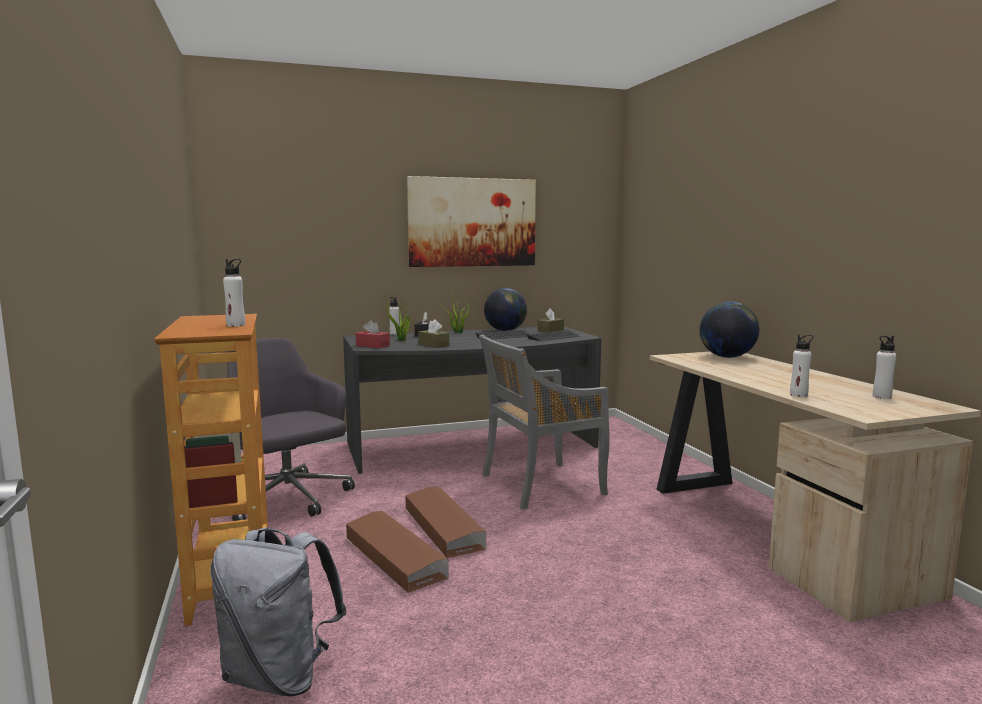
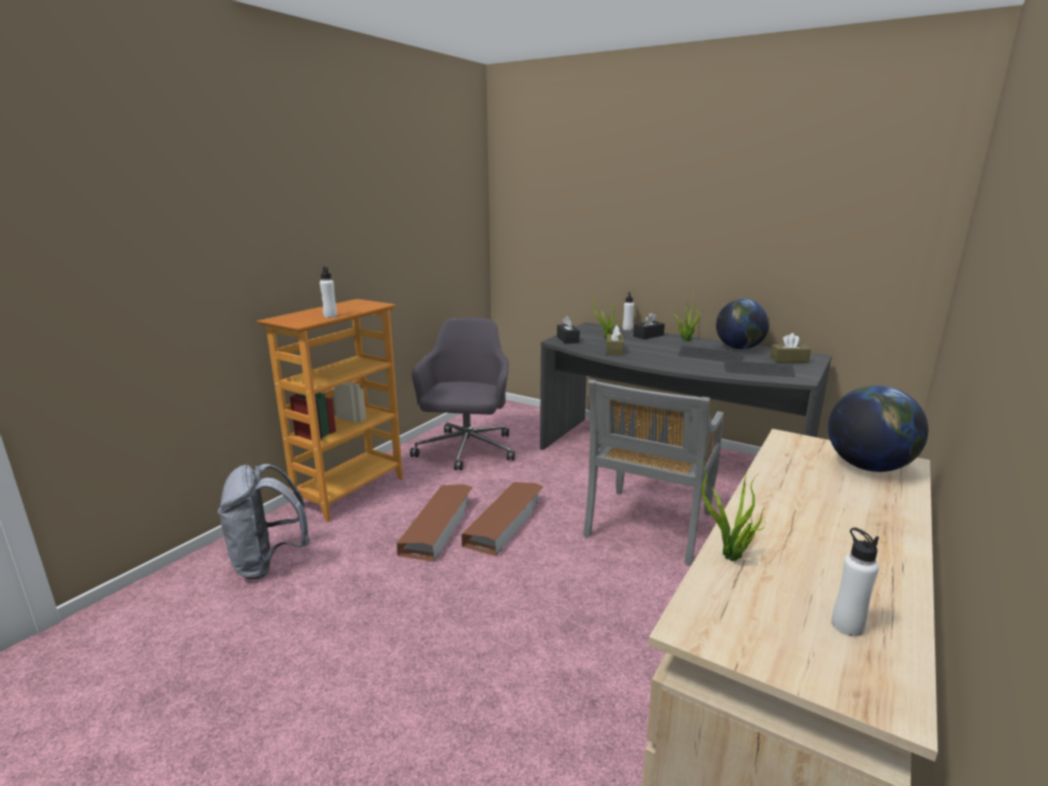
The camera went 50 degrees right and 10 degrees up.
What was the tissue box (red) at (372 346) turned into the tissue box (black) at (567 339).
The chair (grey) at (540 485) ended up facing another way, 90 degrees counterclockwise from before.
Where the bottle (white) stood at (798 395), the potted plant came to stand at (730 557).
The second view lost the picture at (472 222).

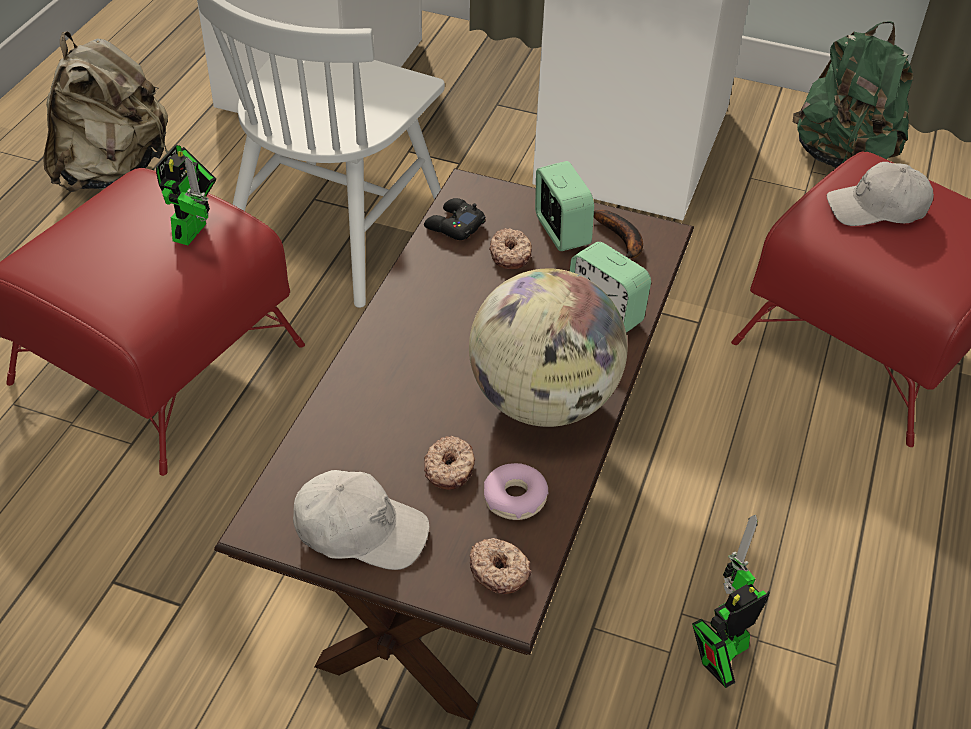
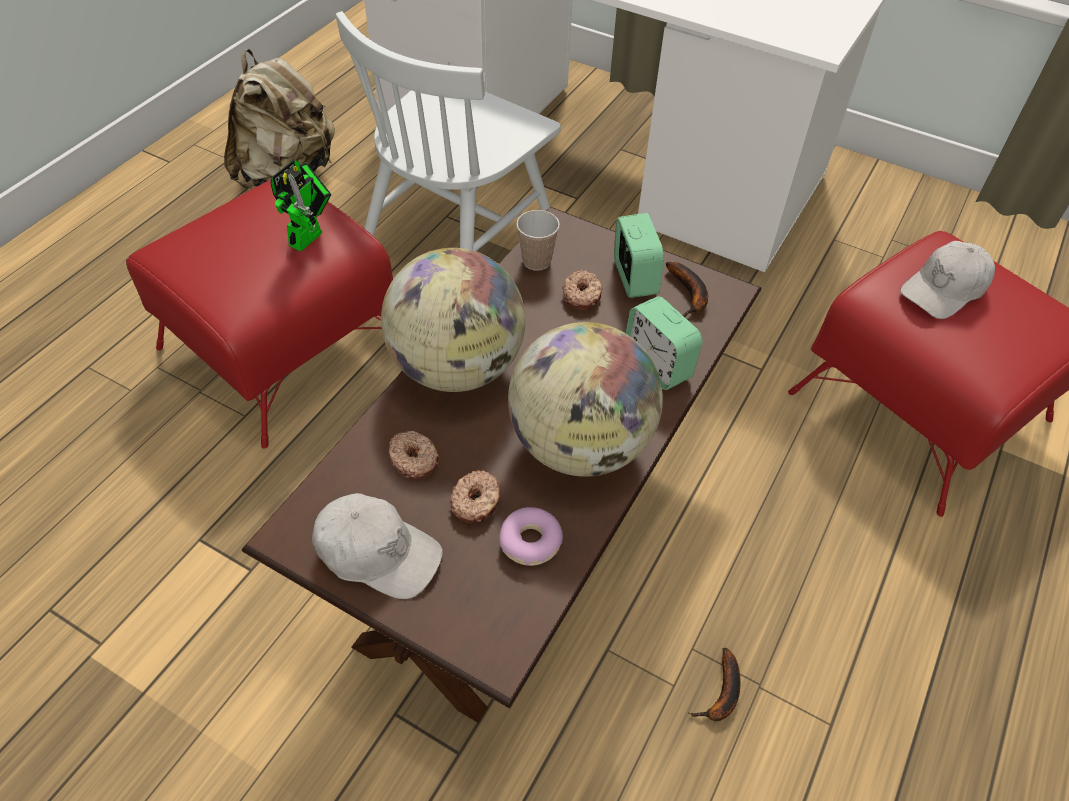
The camera went 10 degrees right and 5 degrees up.
The second view gained the globe at (457 368).
The donut ended up elsewhere, having gone from (499 571) to (414 459).
Where the game controller (black) stood at (454 225), the cup came to stand at (536 261).
Where the toy robot stood at (721 653), the banana came to stand at (721 695).
The cap (white) at (877 208) ended up facing another way, 45 degrees counterclockwise from before.
The second view lost the backpack (green) at (842 158).

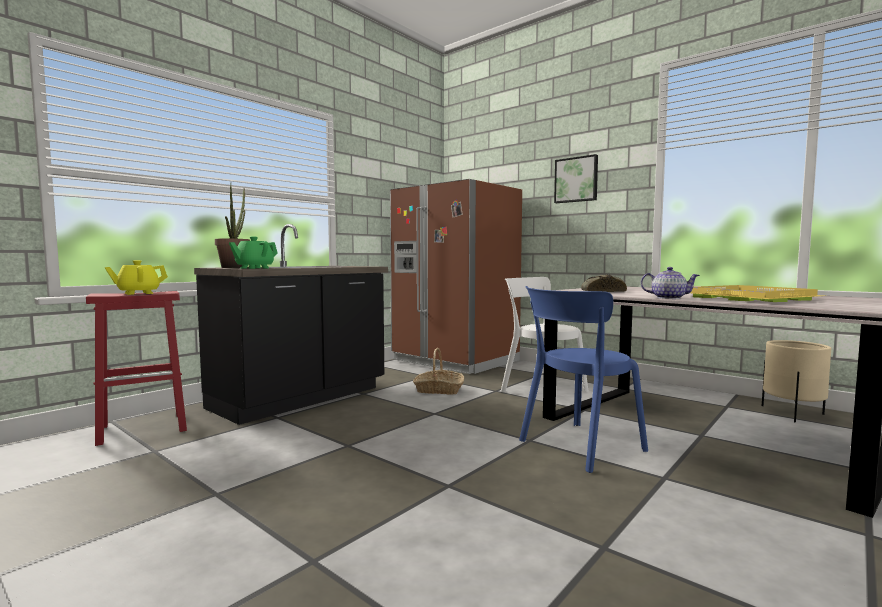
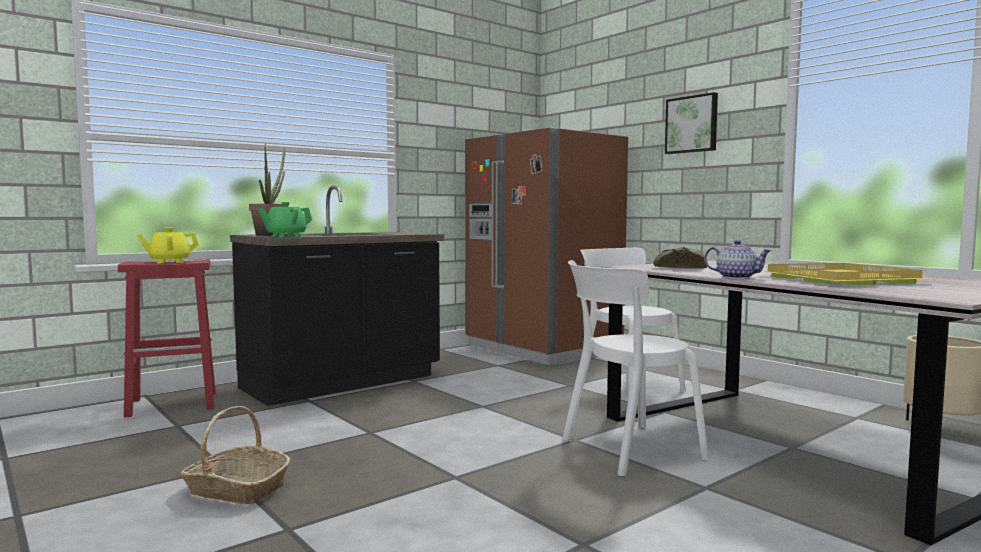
The camera went 10 degrees right and 0 degrees up.
The basket ended up elsewhere, having gone from (438 390) to (236 489).
What was the chair (blue) at (577 447) turned into the chair (white) at (626 450).

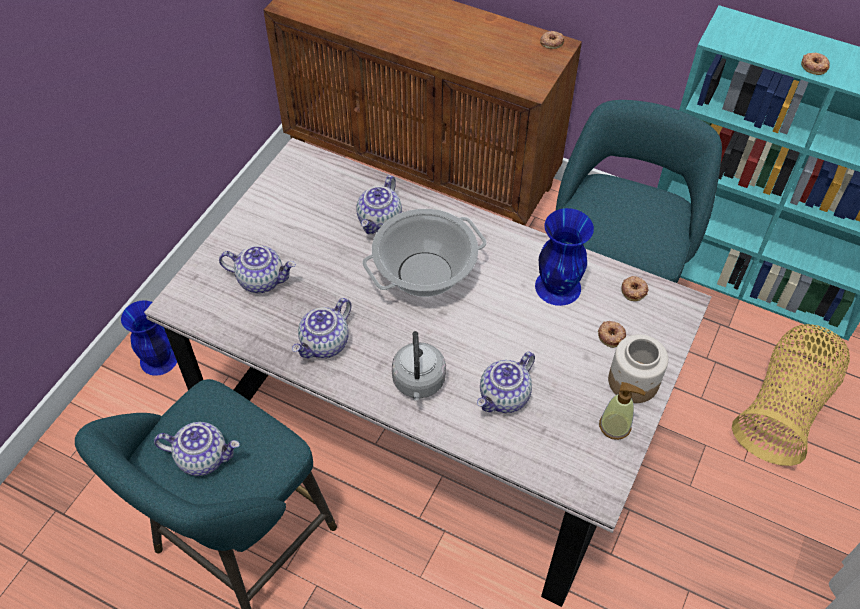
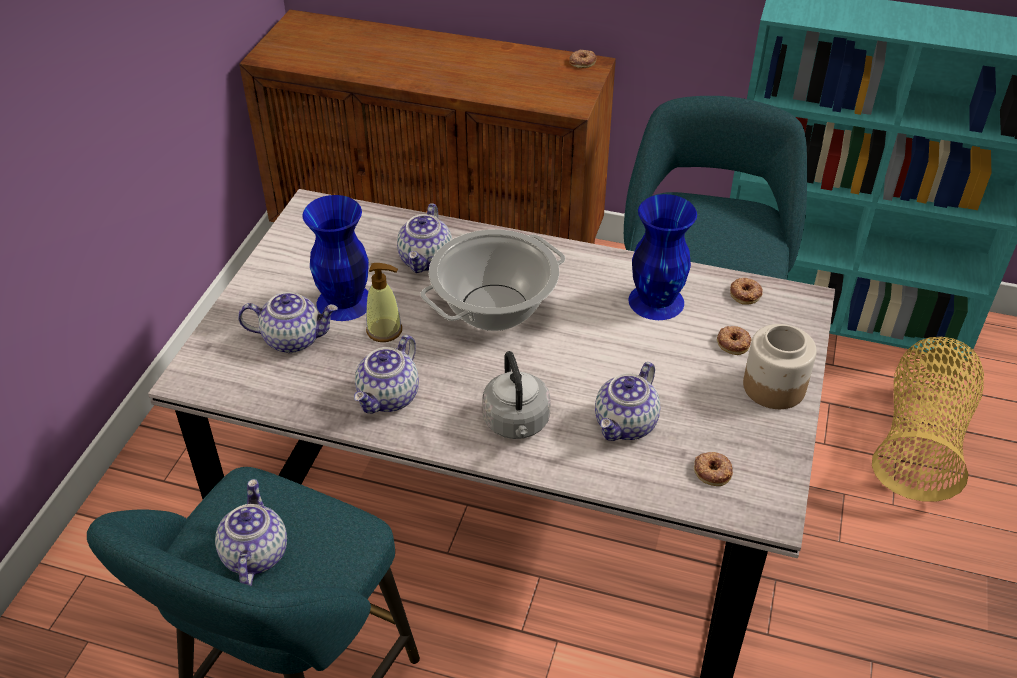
The camera went 10 degrees left and 10 degrees down.
The teapot at (203 457) ended up facing another way, 90 degrees counterclockwise from before.
The vase (blue) ended up elsewhere, having gone from (158 360) to (343 302).
The soap dispenser ended up elsewhere, having gone from (615 426) to (384 330).
The donut ended up elsewhere, having gone from (814 66) to (712 471).

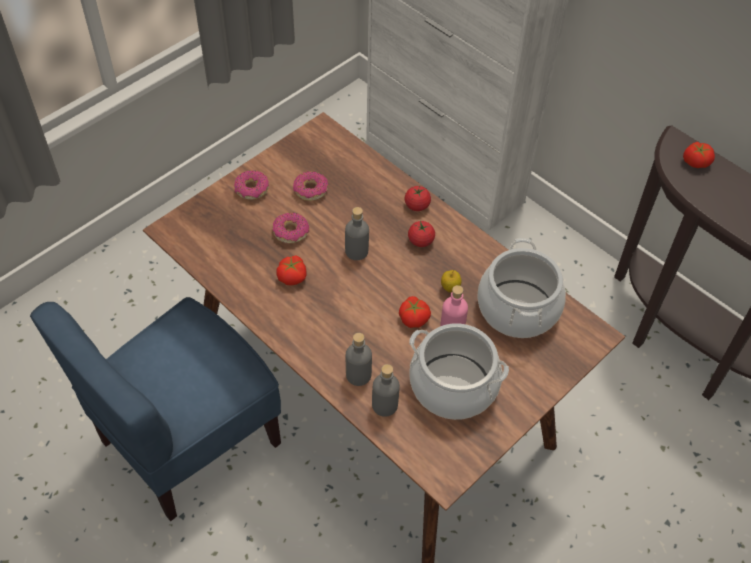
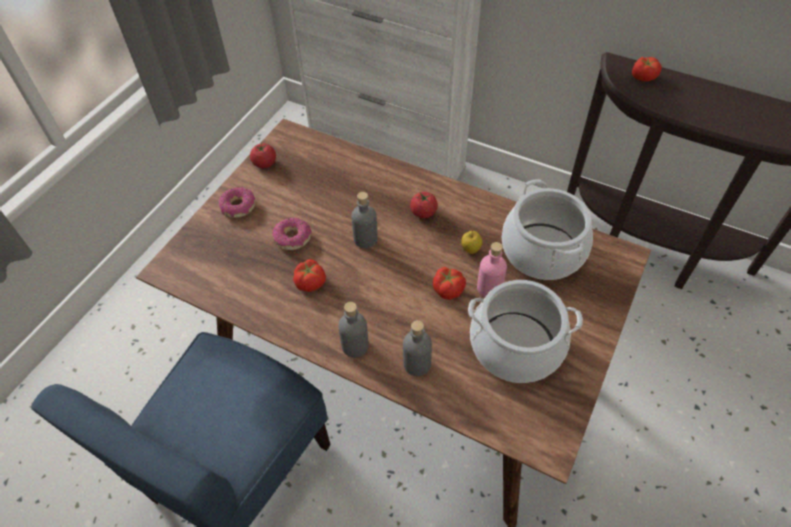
The camera went 15 degrees left and 0 degrees up.
The tomato ended up elsewhere, having gone from (417 205) to (264 163).
The bottle (grey) ended up elsewhere, having gone from (384 405) to (355 345).
The second view lost the donut at (310 190).

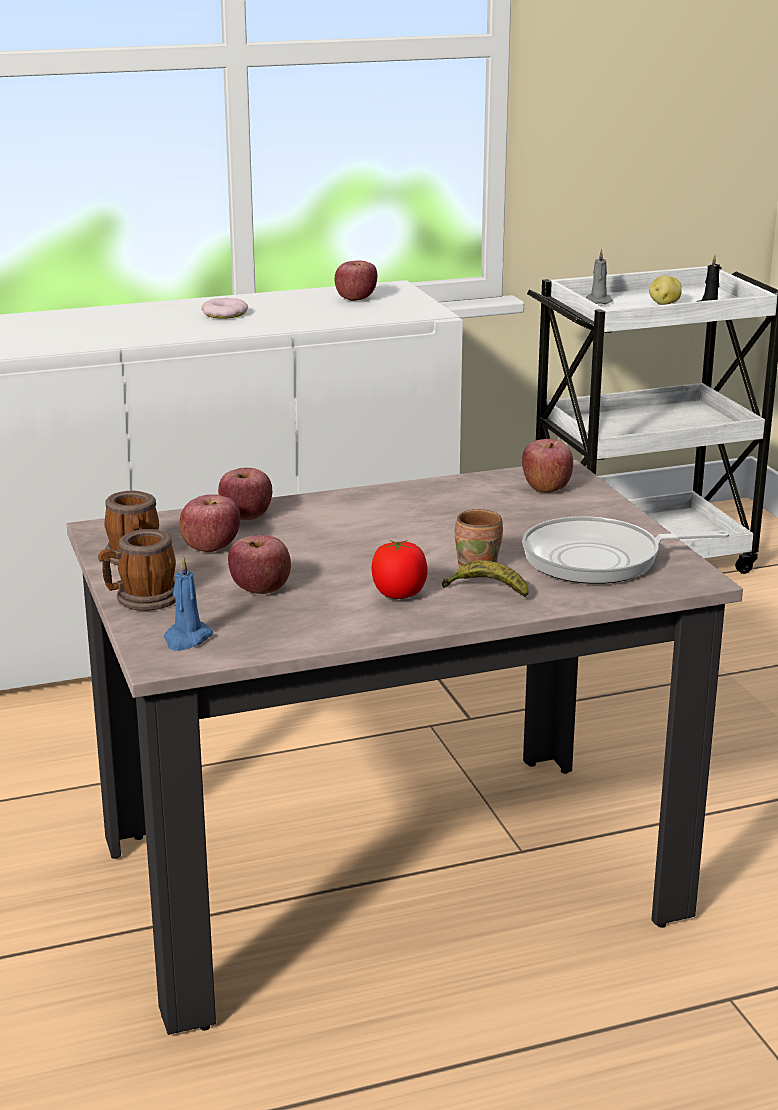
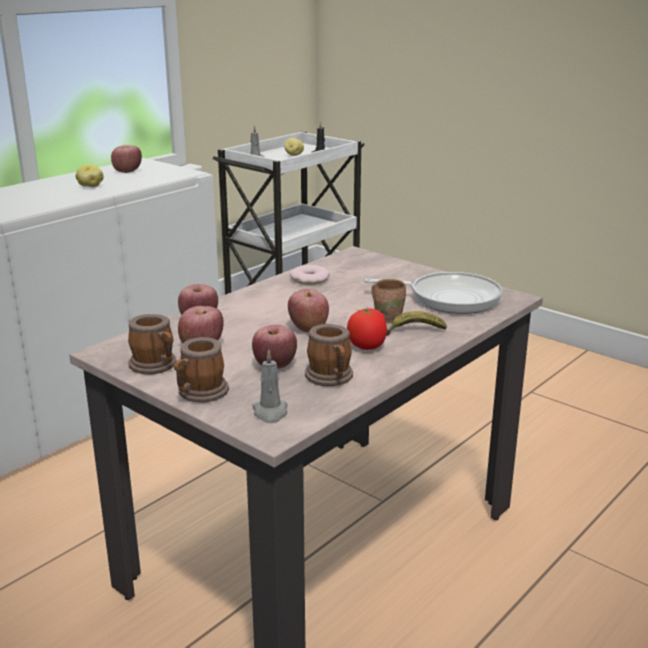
The camera went 30 degrees left and 0 degrees up.
The second view gained the potato at (90 186).
What was the candle (blue) at (187 639) turned into the candle (grey) at (270 413).
The apple ended up elsewhere, having gone from (546 488) to (308 328).
The donut ended up elsewhere, having gone from (225 314) to (310 279).
The second view gained the mug at (331 378).
The frying pan at (600 559) ended up facing another way, 135 degrees counterclockwise from before.

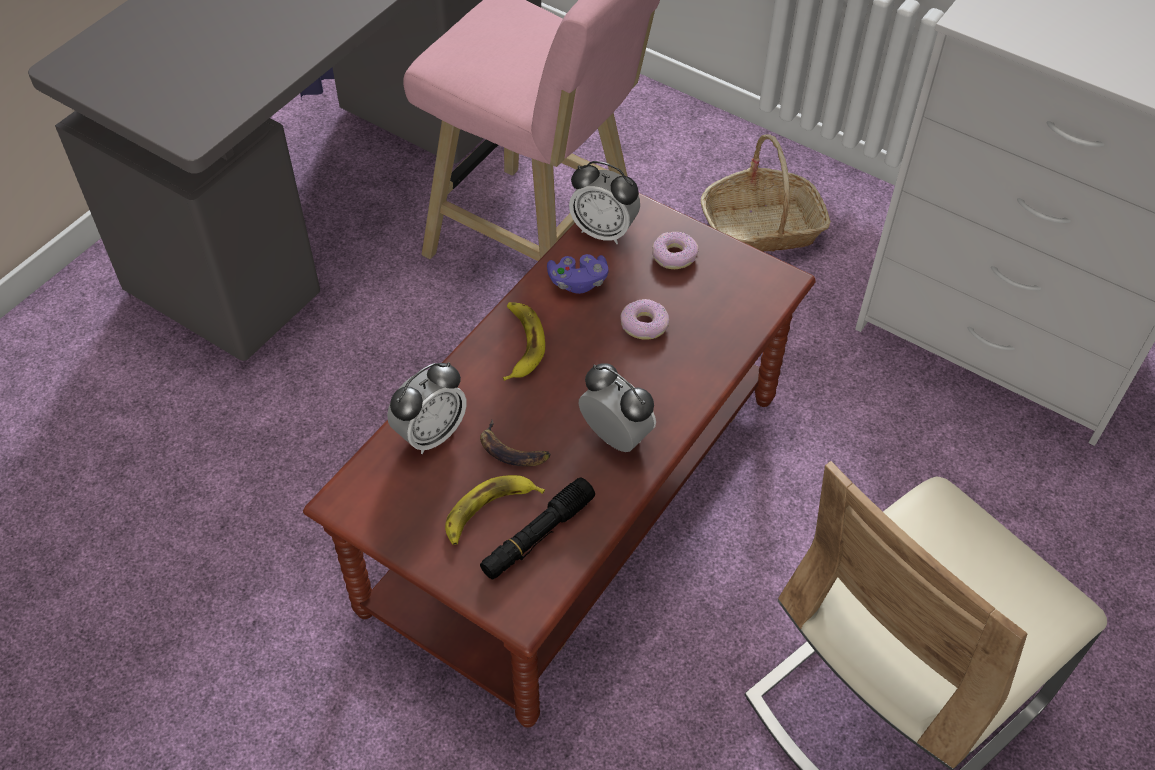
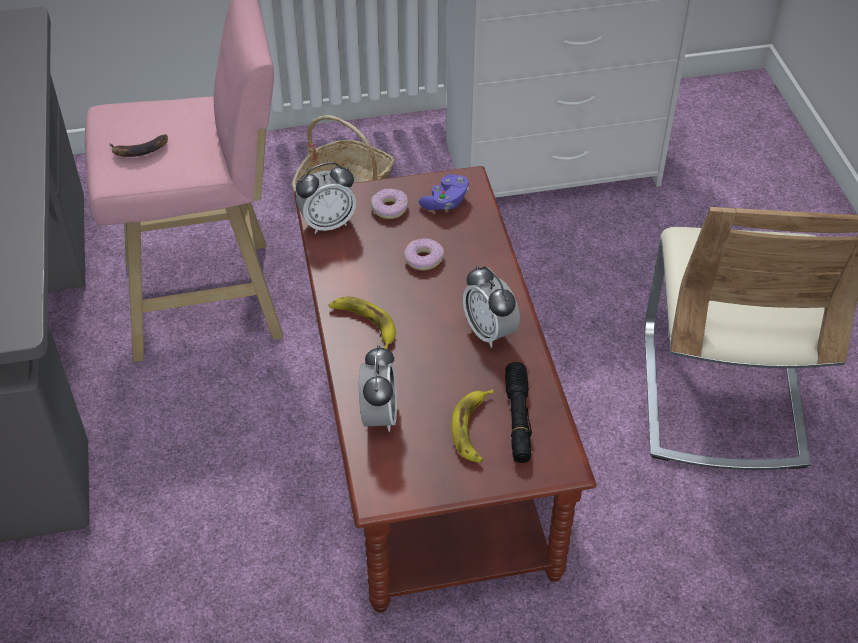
The camera went 45 degrees left and 5 degrees down.
The banana ended up elsewhere, having gone from (512 450) to (140 149).
The game controller (purple) ended up elsewhere, having gone from (578 282) to (445 202).
The alarm clock at (615 437) ended up facing another way, 120 degrees counterclockwise from before.

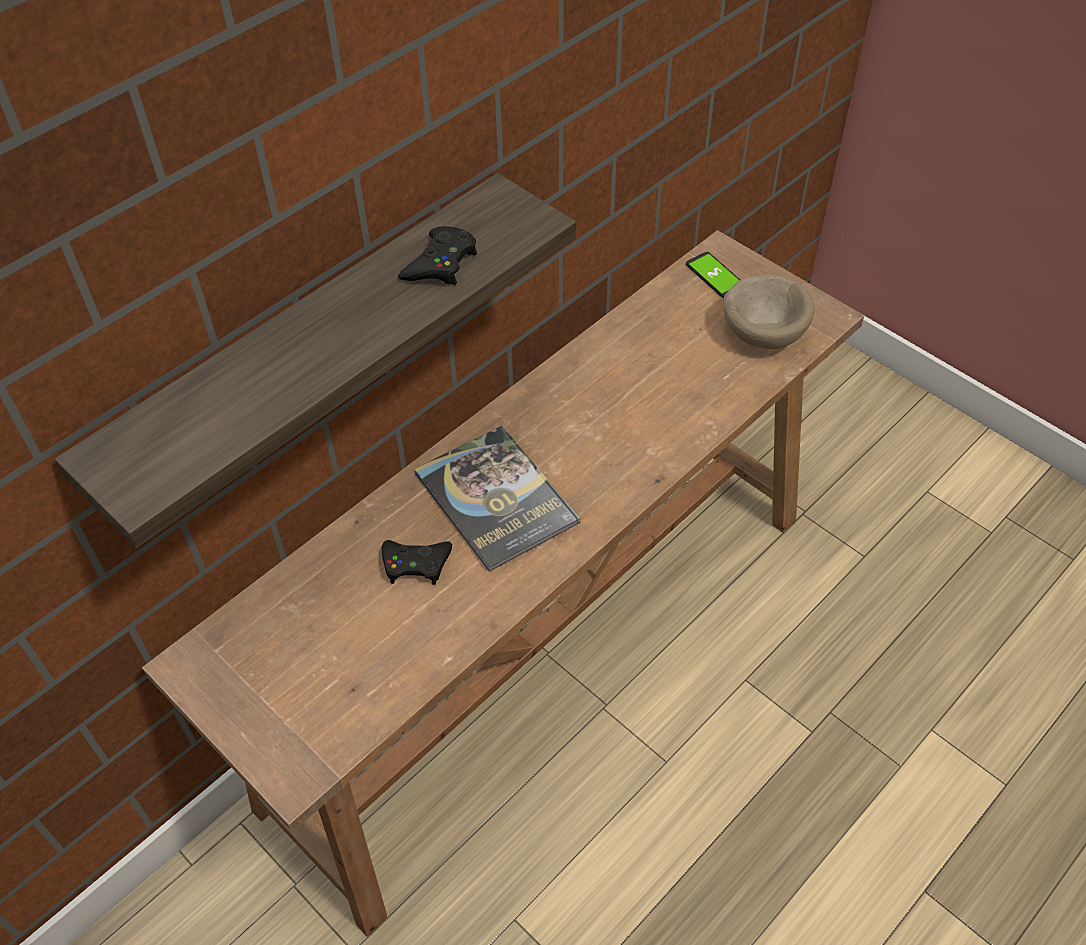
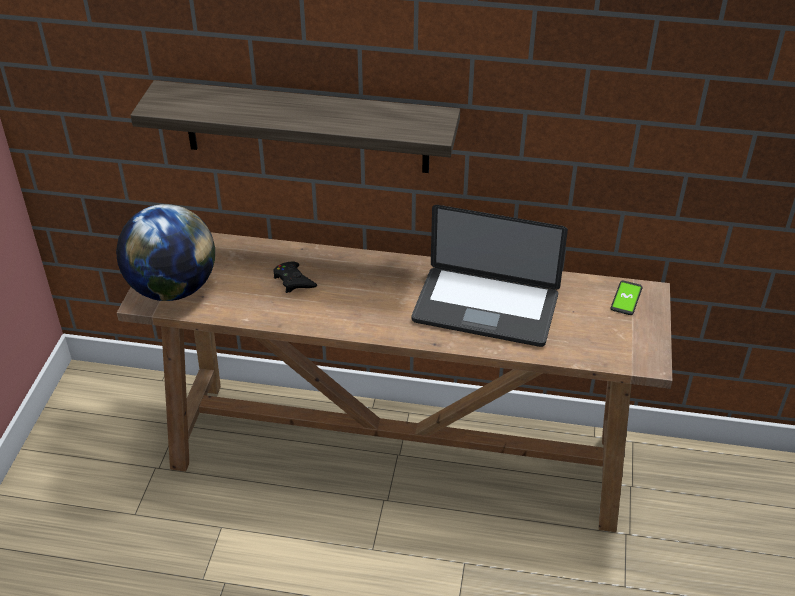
The camera went 55 degrees right and 10 degrees down.
The second view gained the globe at (172 288).
The second view gained the laptop at (485 308).
The second view lost the game controller (black) at (440 263).
The second view lost the book at (496 498).
The second view lost the bowl (beige) at (764 331).

